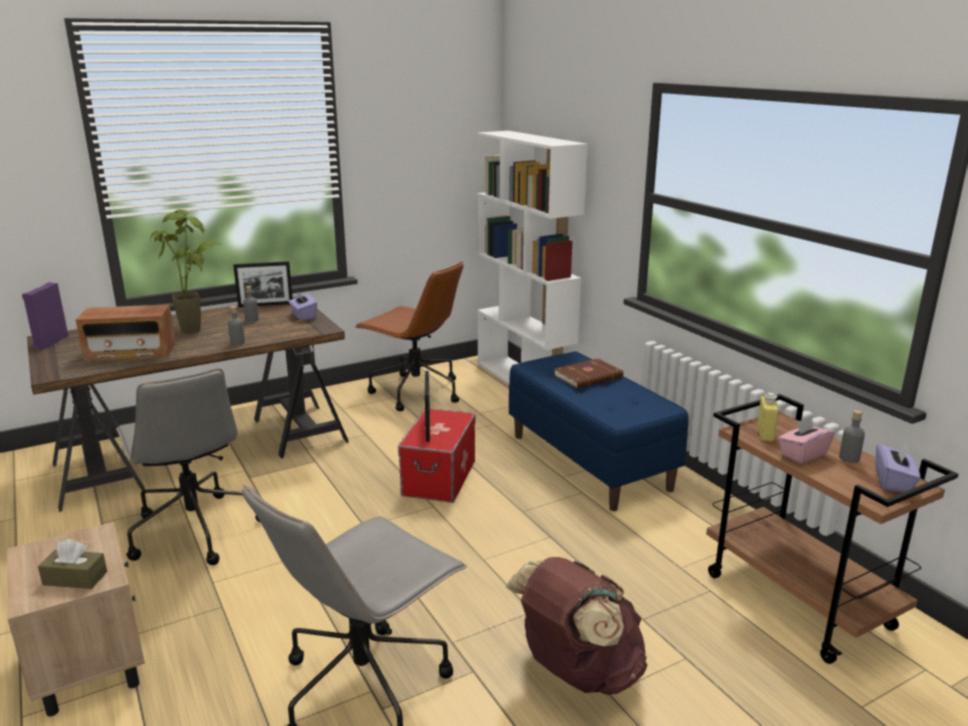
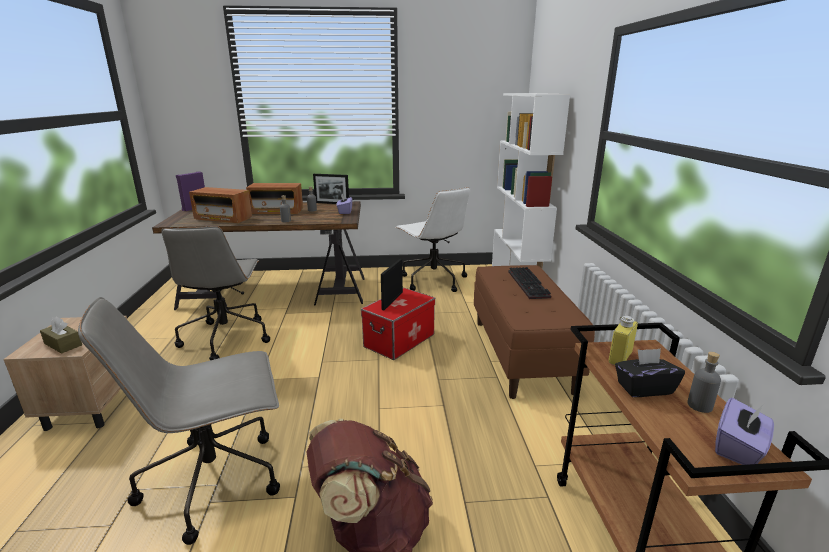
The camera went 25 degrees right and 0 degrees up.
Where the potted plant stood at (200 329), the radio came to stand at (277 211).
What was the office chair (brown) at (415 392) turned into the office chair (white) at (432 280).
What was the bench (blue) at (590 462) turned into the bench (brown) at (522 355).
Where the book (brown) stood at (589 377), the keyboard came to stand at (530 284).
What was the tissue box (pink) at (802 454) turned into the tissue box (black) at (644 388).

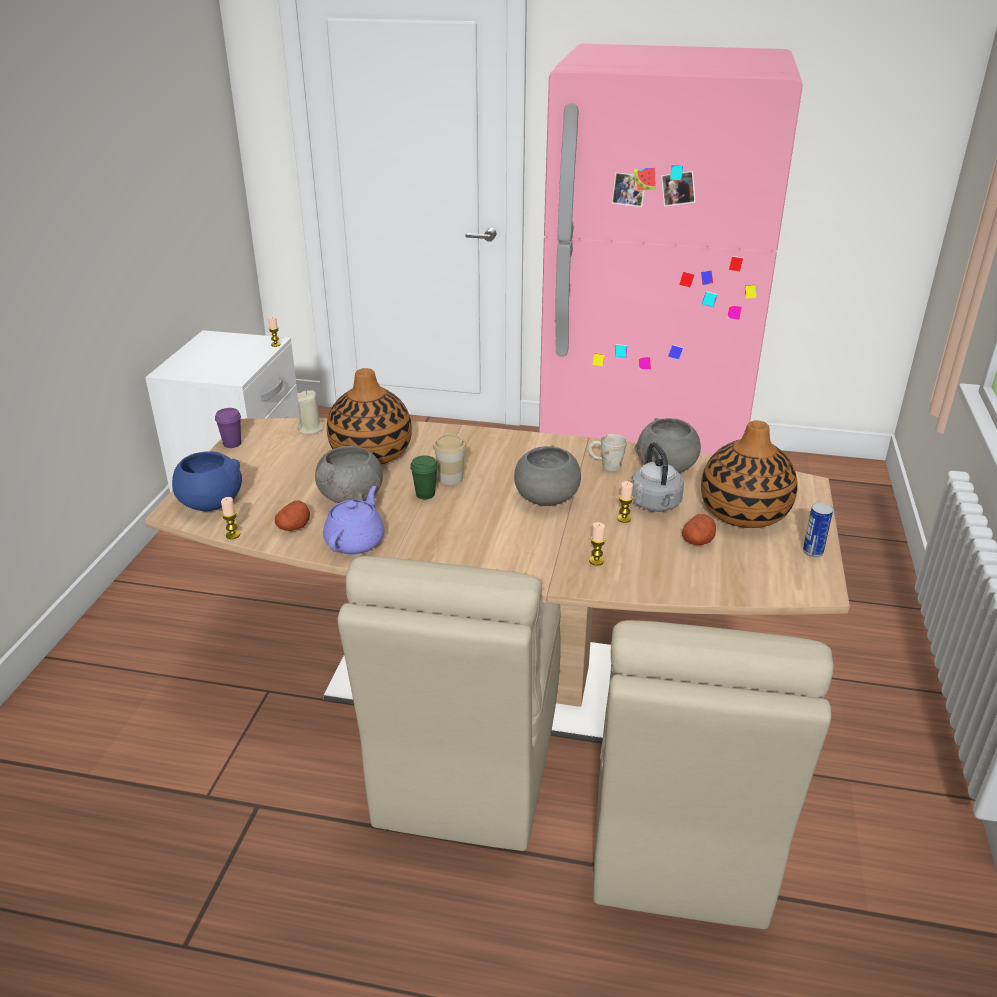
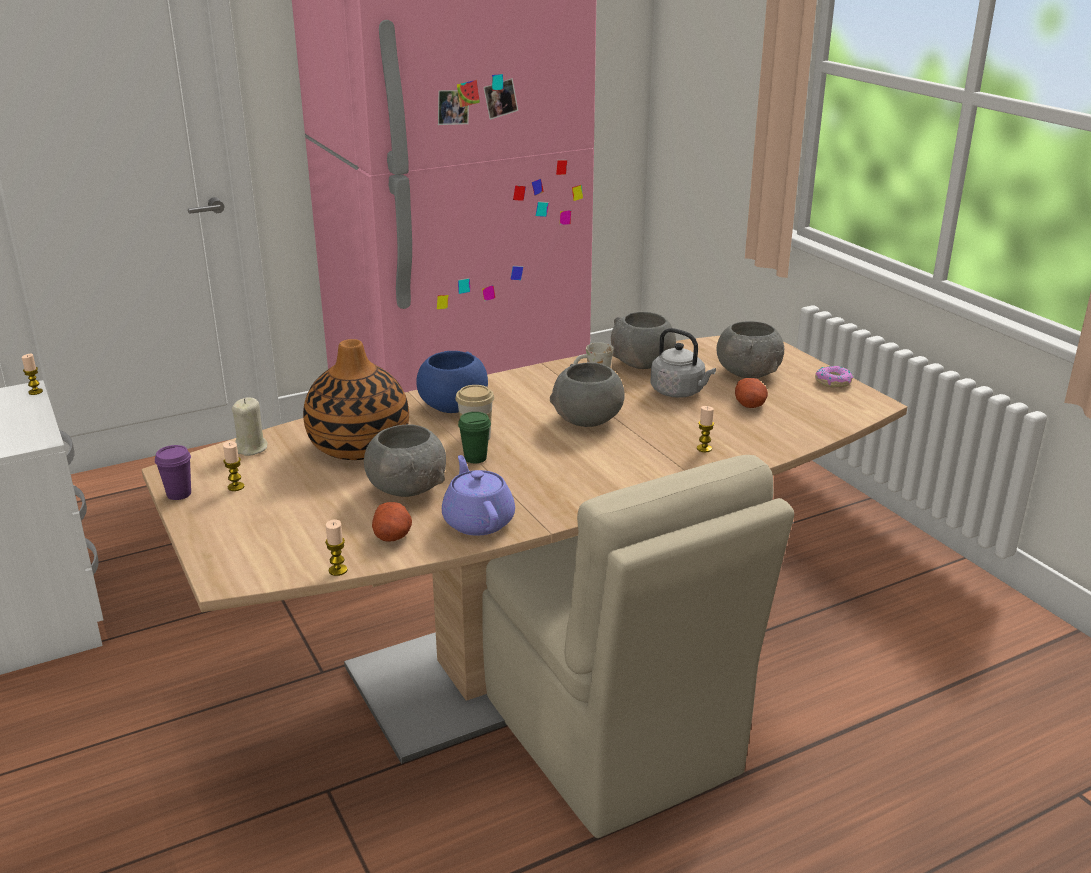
The camera went 40 degrees left and 5 degrees down.
The candle ended up elsewhere, having gone from (624 519) to (236 487).
The bowl (blue) ended up elsewhere, having gone from (210 503) to (452 407).
Where the vase stood at (744 512), the bowl (grey) came to stand at (748 373).
Where the can stood at (812 552), the donut came to stand at (833 382).
The second view lost the chair (beige) at (679 833).

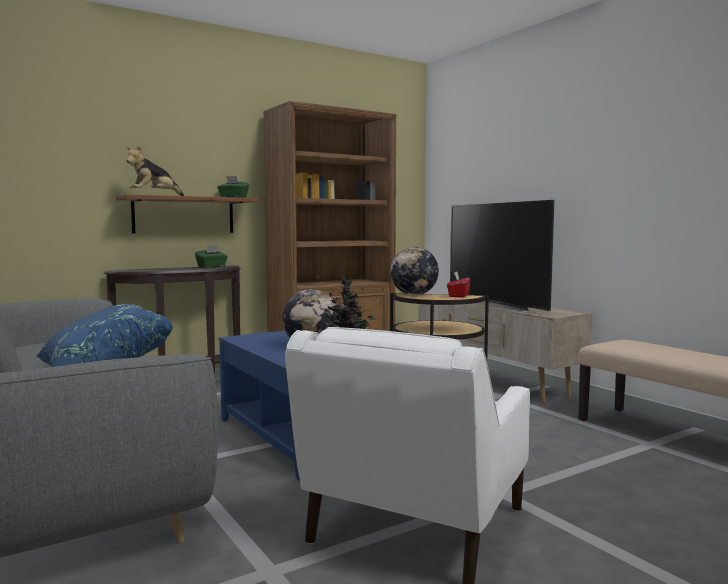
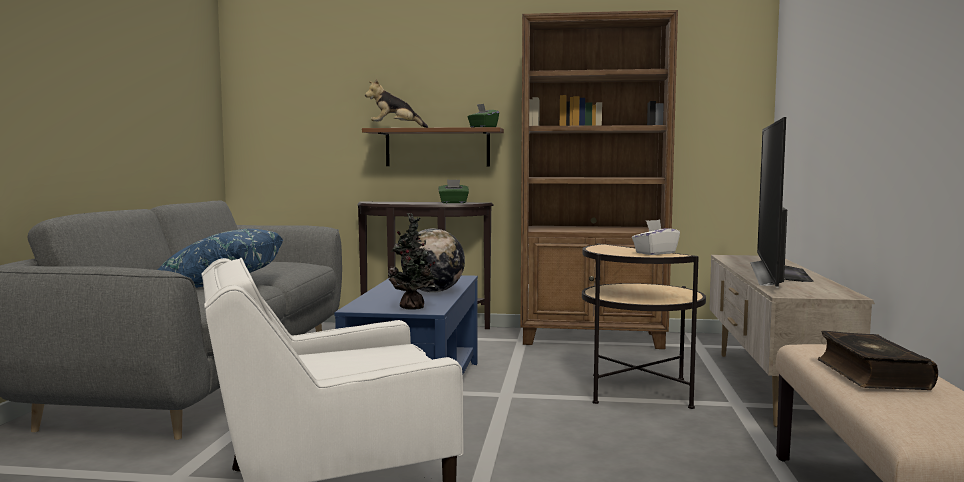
The camera went 40 degrees right and 0 degrees up.
What was the tissue box (red) at (458 296) turned into the tissue box (white) at (655 253).
The second view gained the book at (870 375).
The second view lost the globe at (414 295).

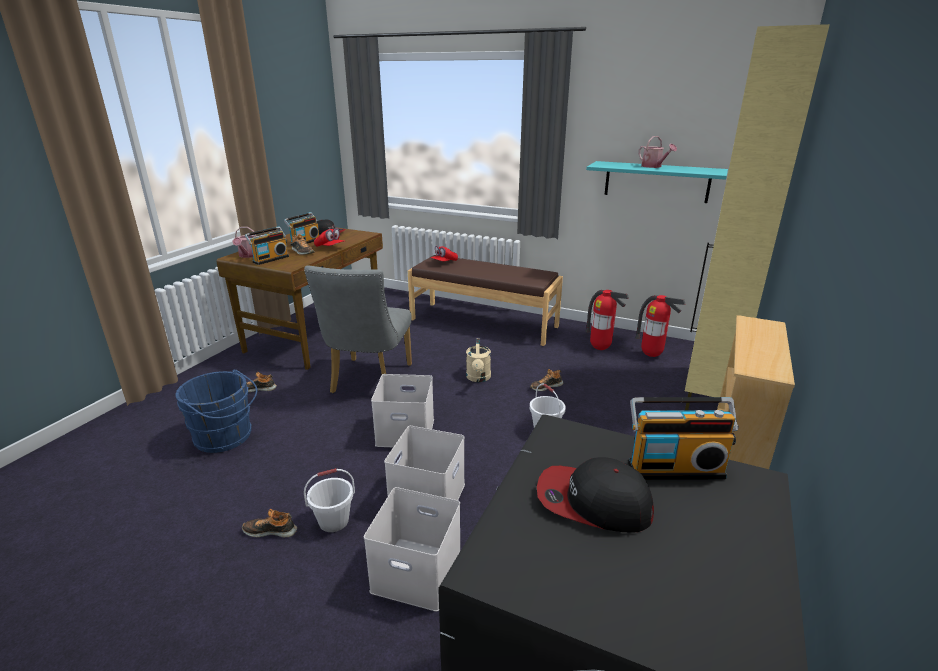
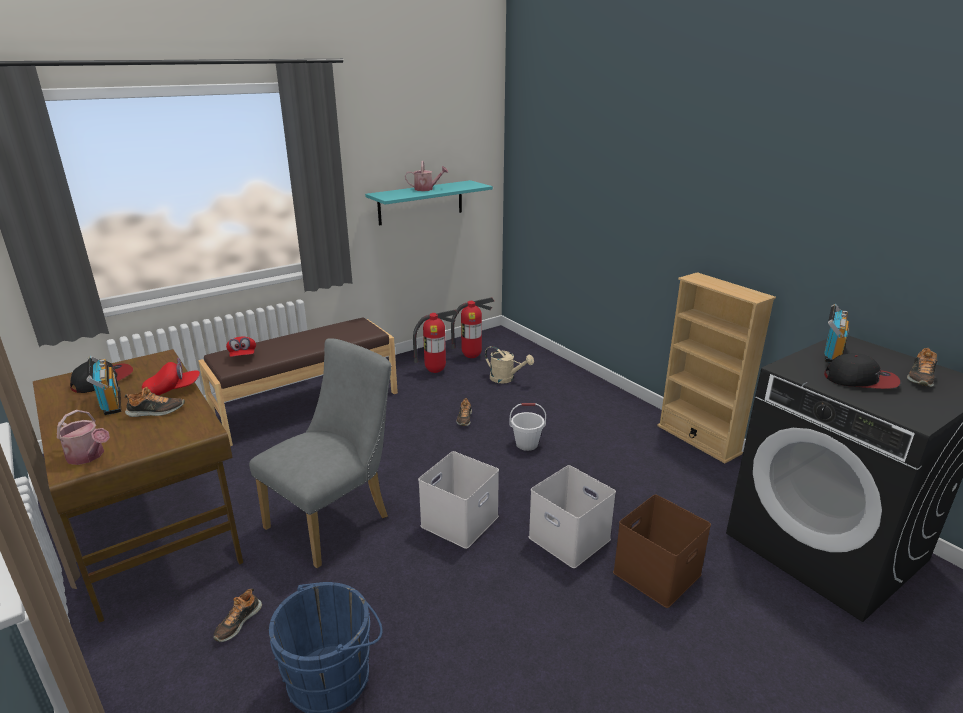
The camera went 60 degrees left and 0 degrees up.
The chair (grey) at (368 381) ended up facing another way, 90 degrees counterclockwise from before.
The watering can (beige) ended up elsewhere, having gone from (478 378) to (506 379).
What was the storage box (white) at (414 573) turned into the storage box (brown) at (657 575).
The cap at (593 502) ended up facing another way, 120 degrees counterclockwise from before.
The shoe ended up elsewhere, having gone from (271 530) to (920 378).
The second view lost the radio at (270 259).
The second view lost the bucket (white) at (333 521).
The second view lost the cabinet (beige) at (707 392).

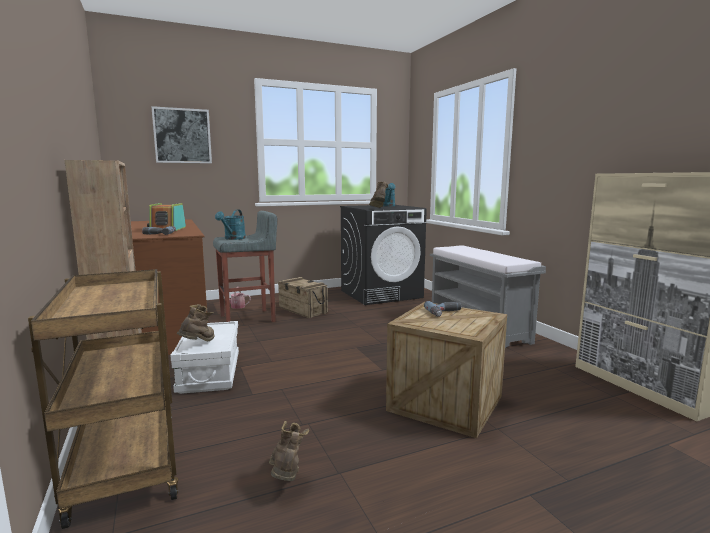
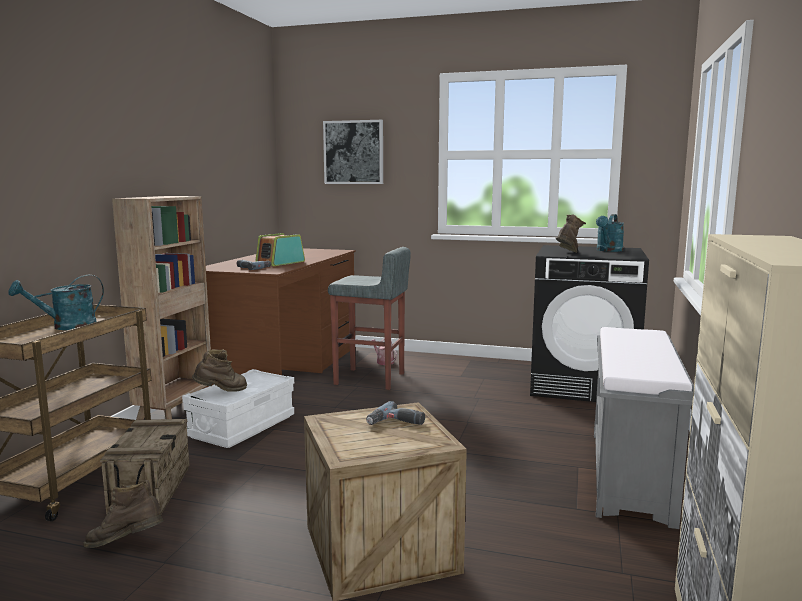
The camera went 40 degrees right and 0 degrees up.
The watering can (turquoise) ended up elsewhere, having gone from (233 238) to (66 327).
The boot (brown) at (286 478) ended up facing another way, 120 degrees counterclockwise from before.
The crate ended up elsewhere, having gone from (302 310) to (150 490).

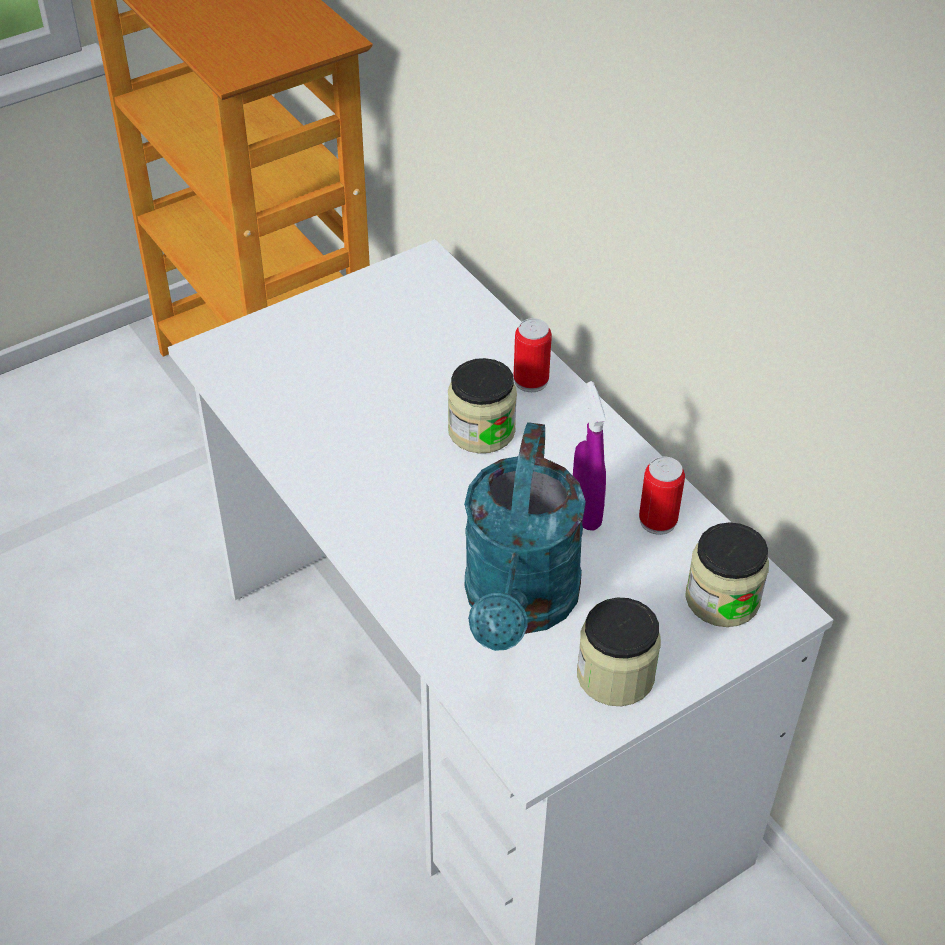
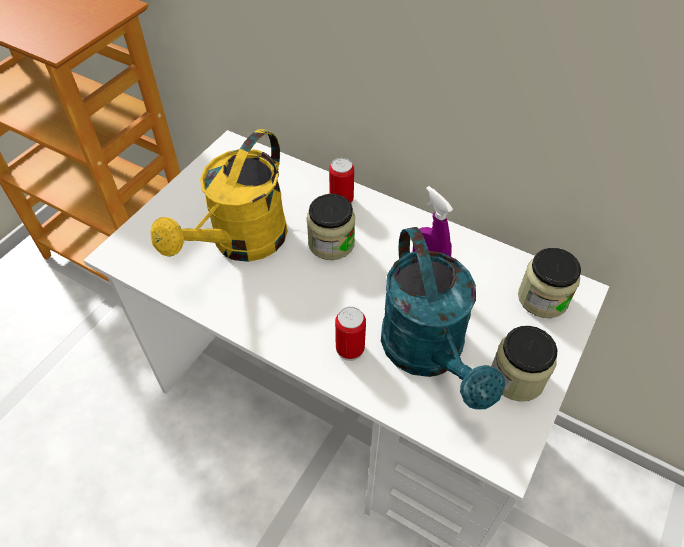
The camera went 25 degrees left and 5 degrees up.
The second view gained the watering can (yellow) at (241 244).
The can ended up elsewhere, having gone from (657 520) to (350 349).

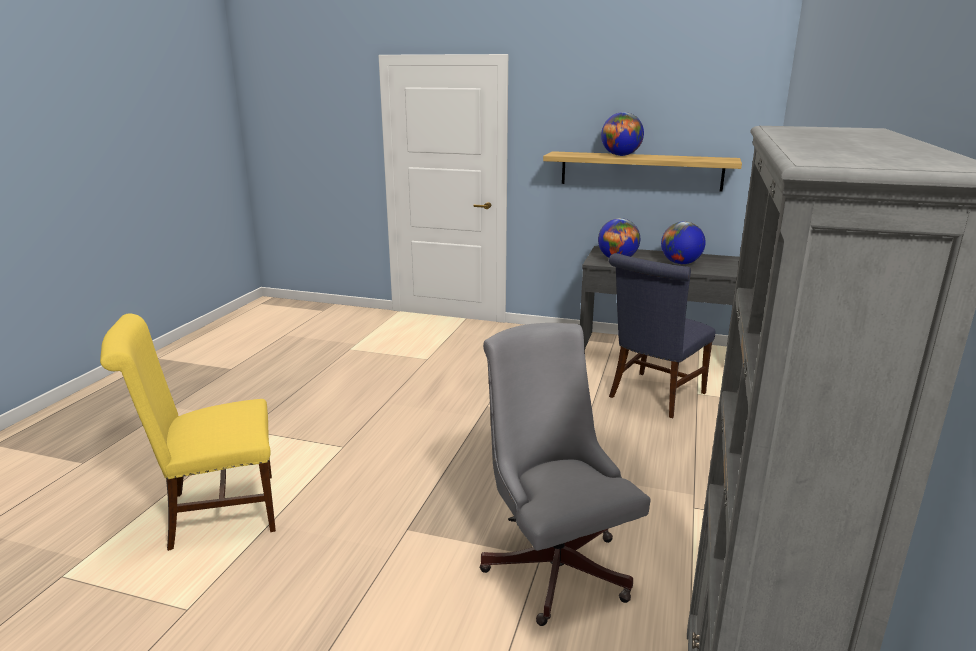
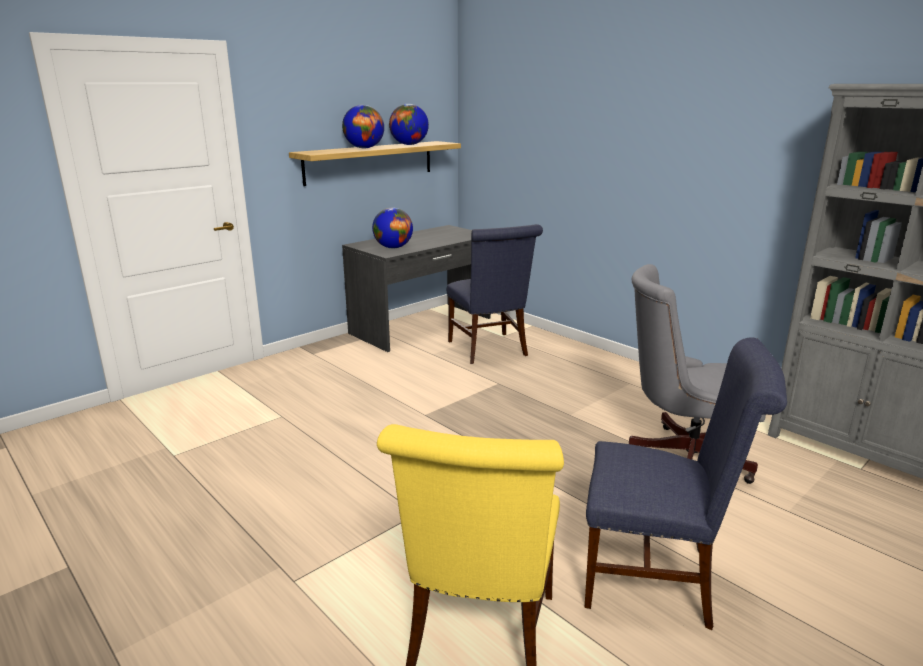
The camera went 60 degrees left and 0 degrees up.
The globe ended up elsewhere, having gone from (680 263) to (409 144).
The second view gained the chair (blue) at (658 577).

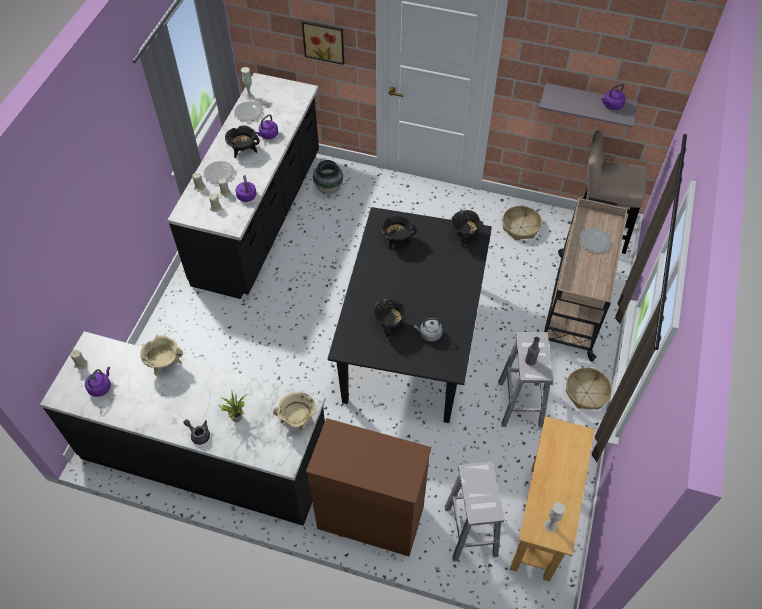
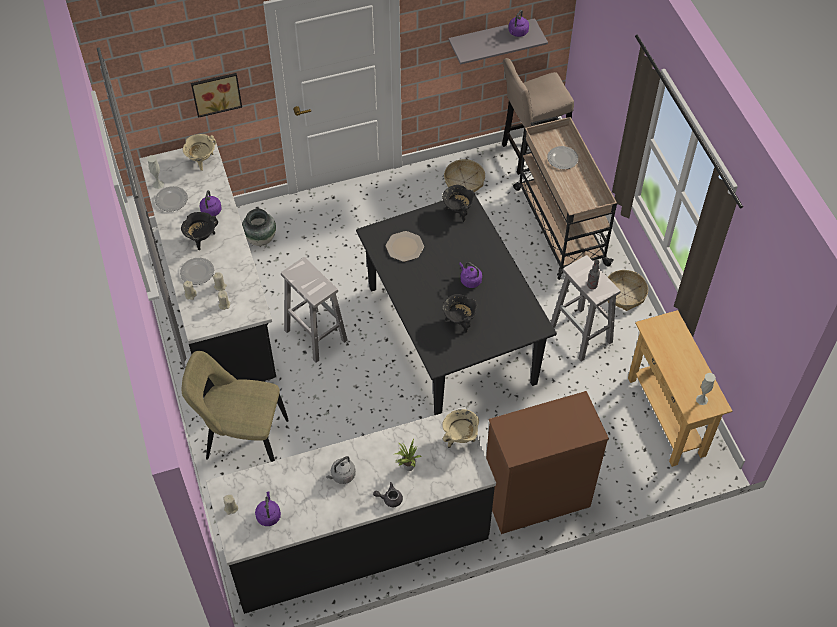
The camera went 35 degrees left and 0 degrees up.
The second view gained the chair (beige) at (243 439).
The cooking pot (beige) ended up elsewhere, having gone from (165 364) to (201 160).
The stool (white) ended up elsewhere, having gone from (470 530) to (315 335).
The kettle (grey) ended up elsewhere, having gone from (429 334) to (342 475).
Where the cooking pot (black) stood at (397 241), the plate came to stand at (404 246).
The kettle (purple) ended up elsewhere, having gone from (246 195) to (470 280).

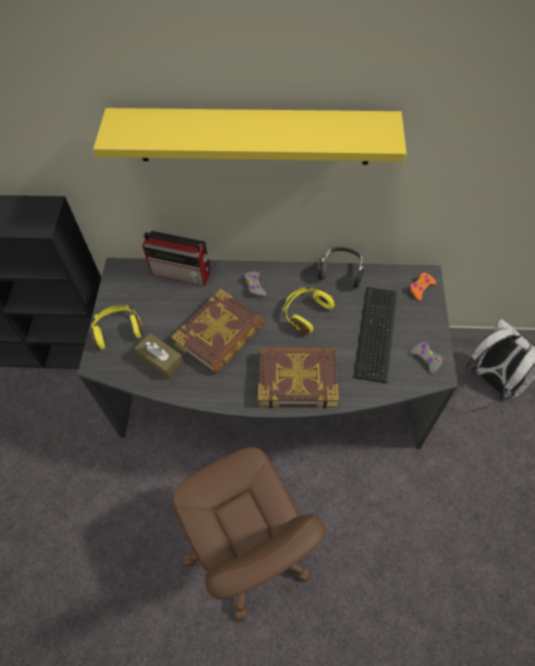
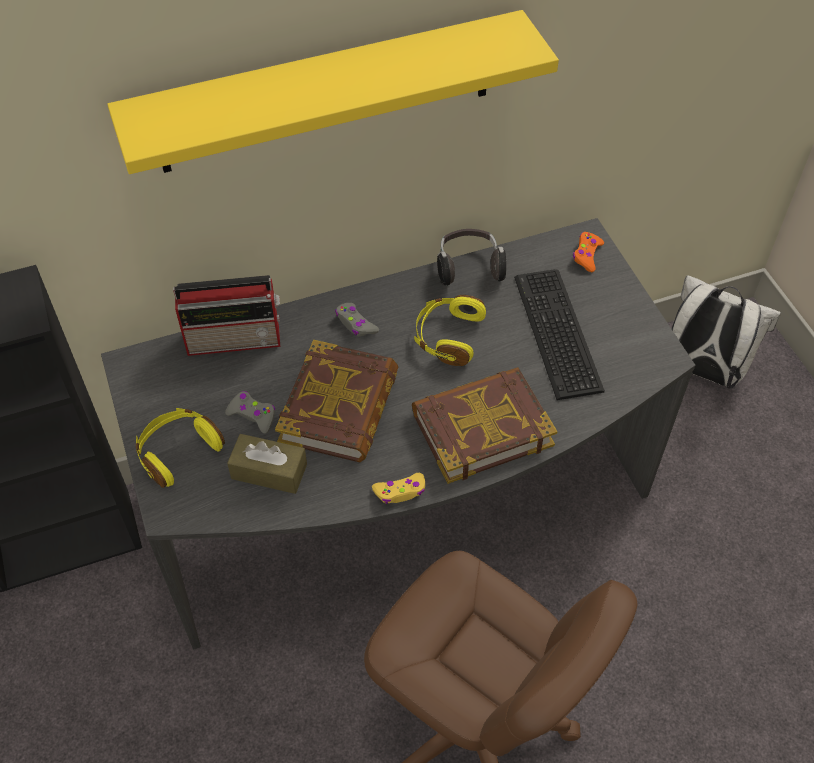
The camera went 25 degrees left and 5 degrees down.
The game controller (grey) ended up elsewhere, having gone from (426 359) to (252 415).
The second view gained the game controller (yellow) at (400 492).

